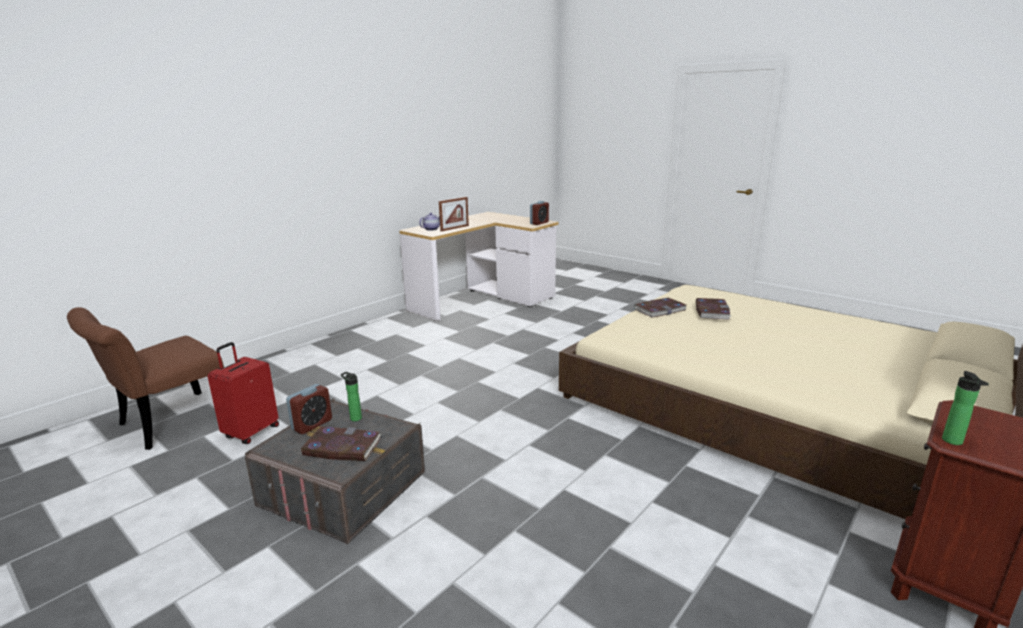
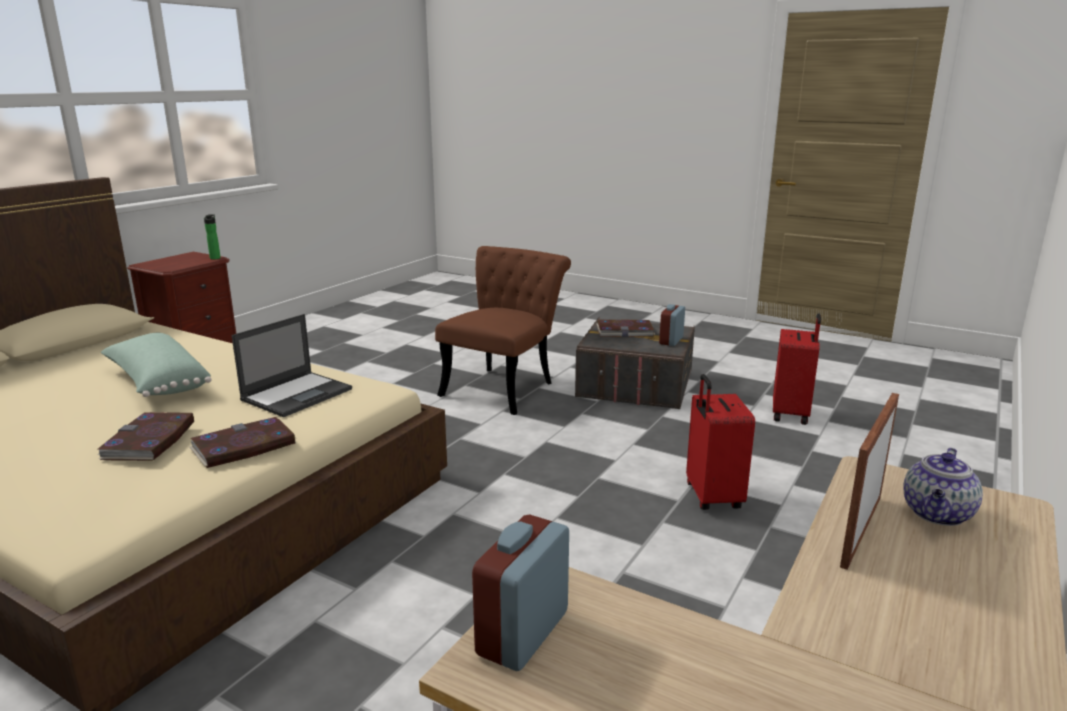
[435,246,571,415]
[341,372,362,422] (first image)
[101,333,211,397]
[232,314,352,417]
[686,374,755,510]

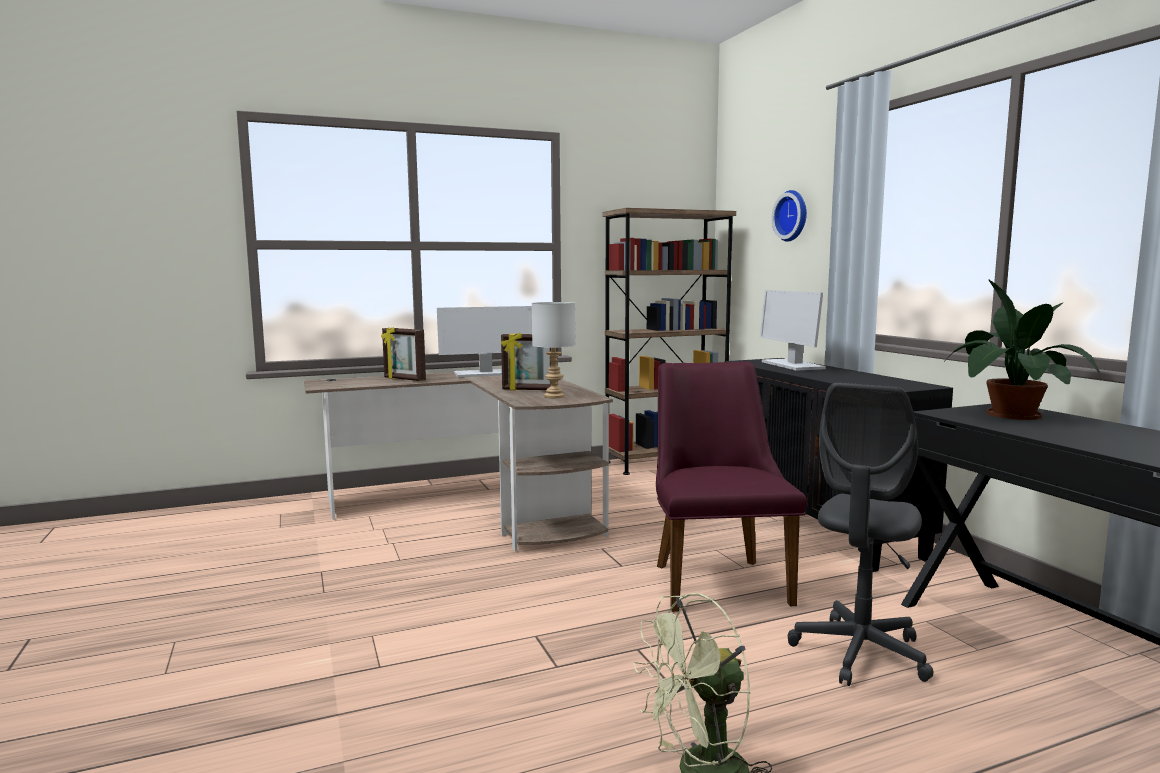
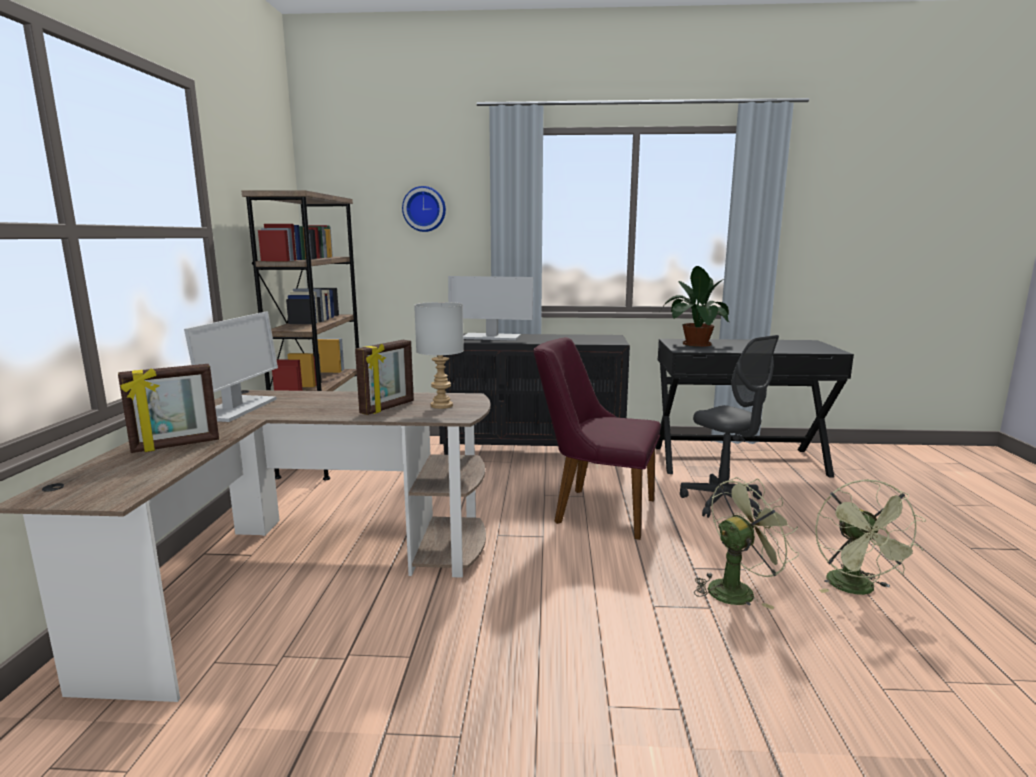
[694,477,799,609]

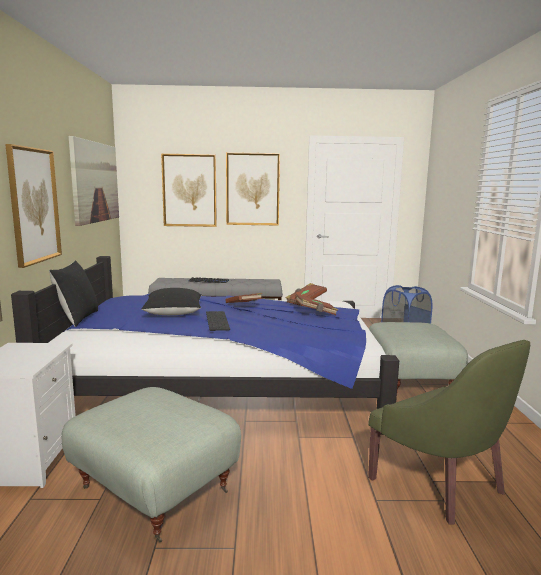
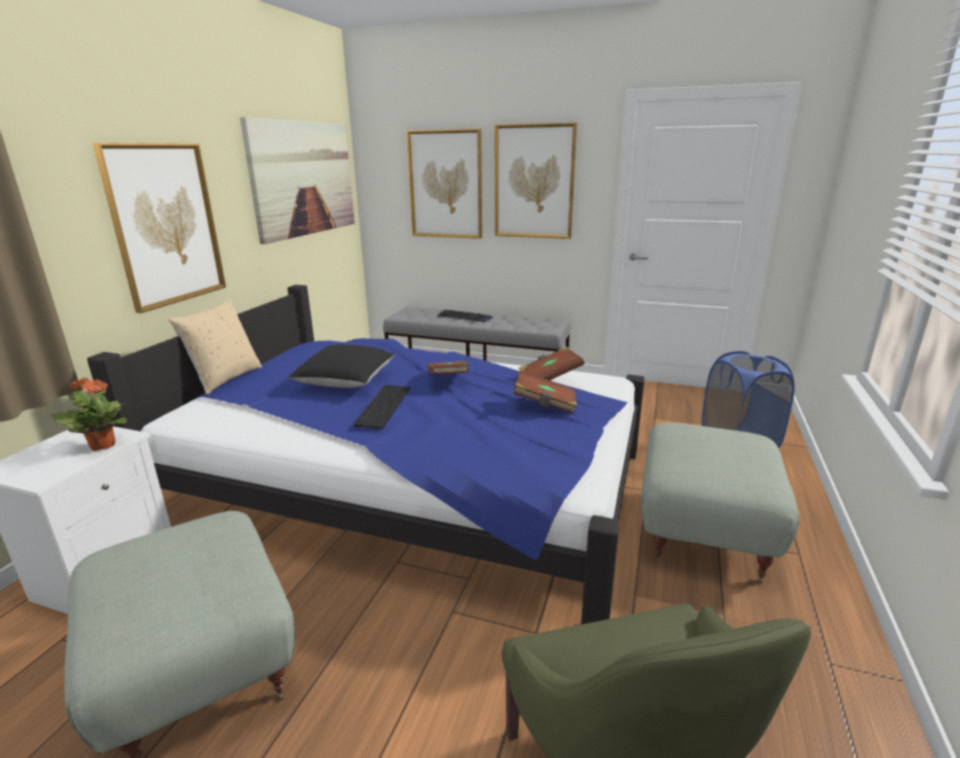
[168,299,262,394]
[50,377,127,451]

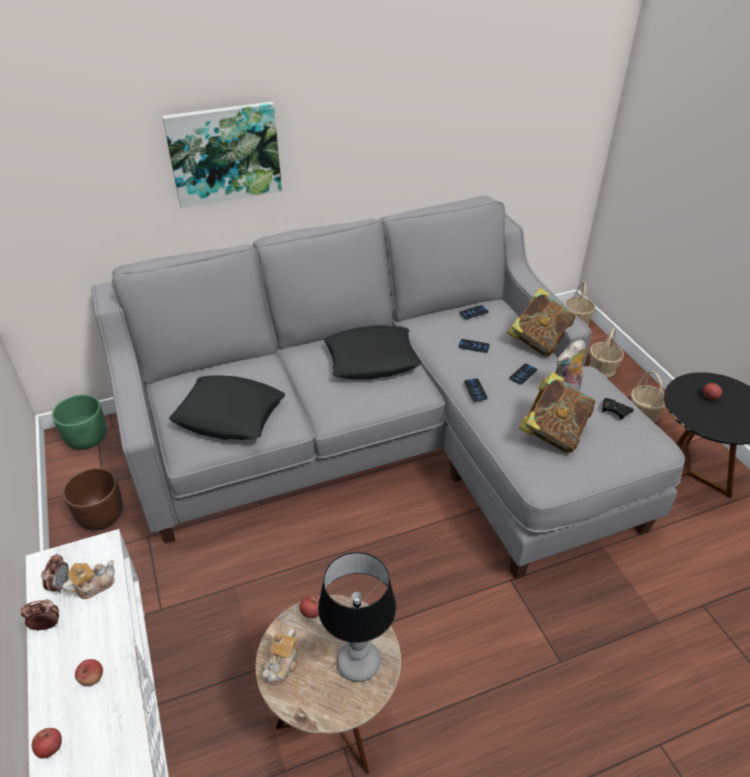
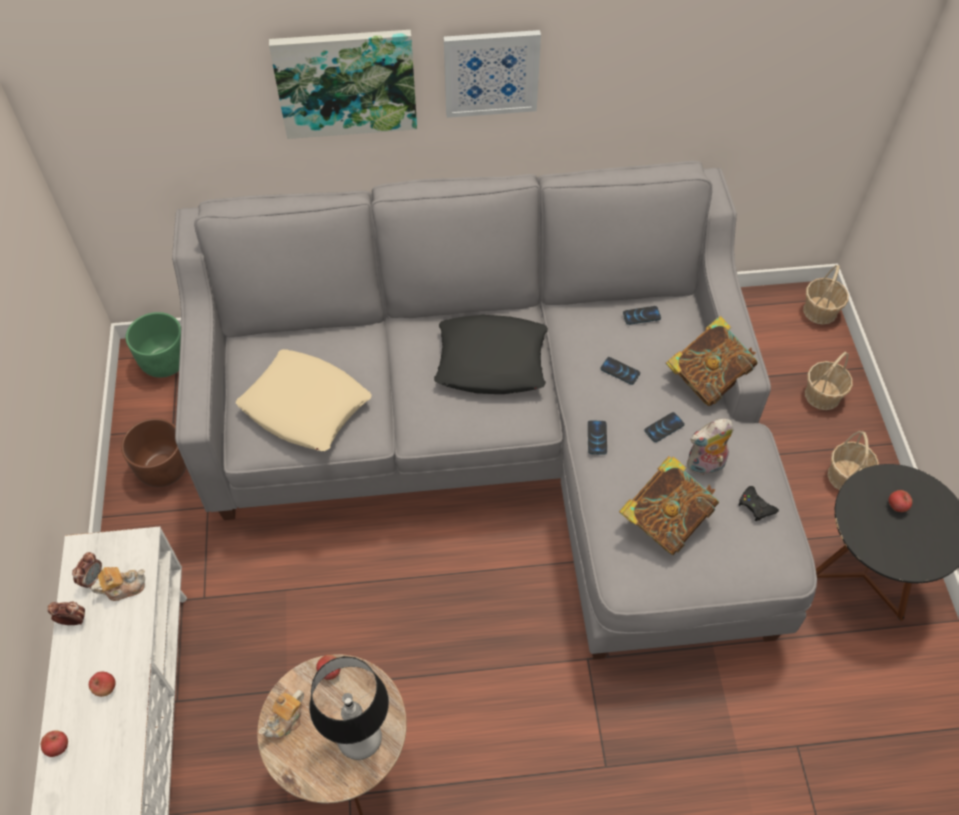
[236,349,372,451]
[444,30,541,118]

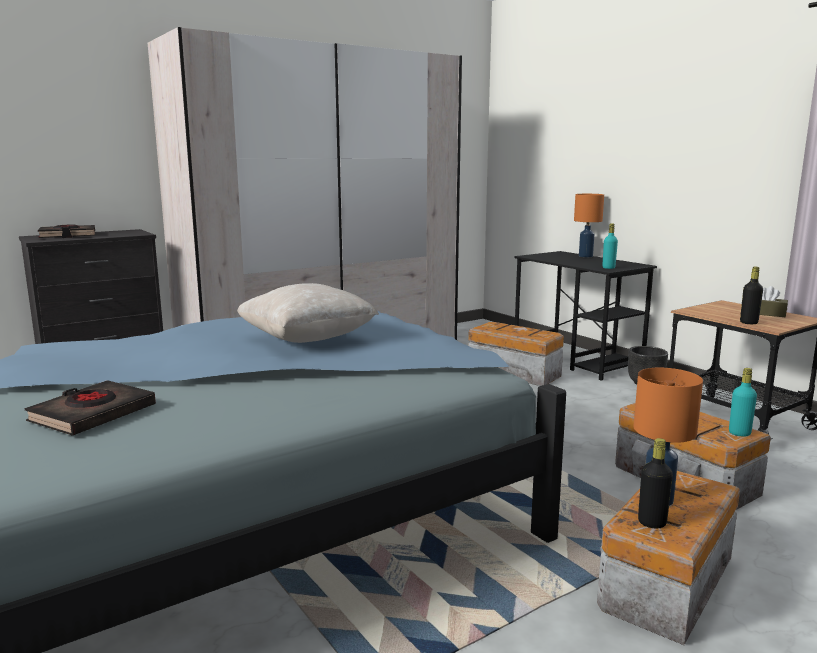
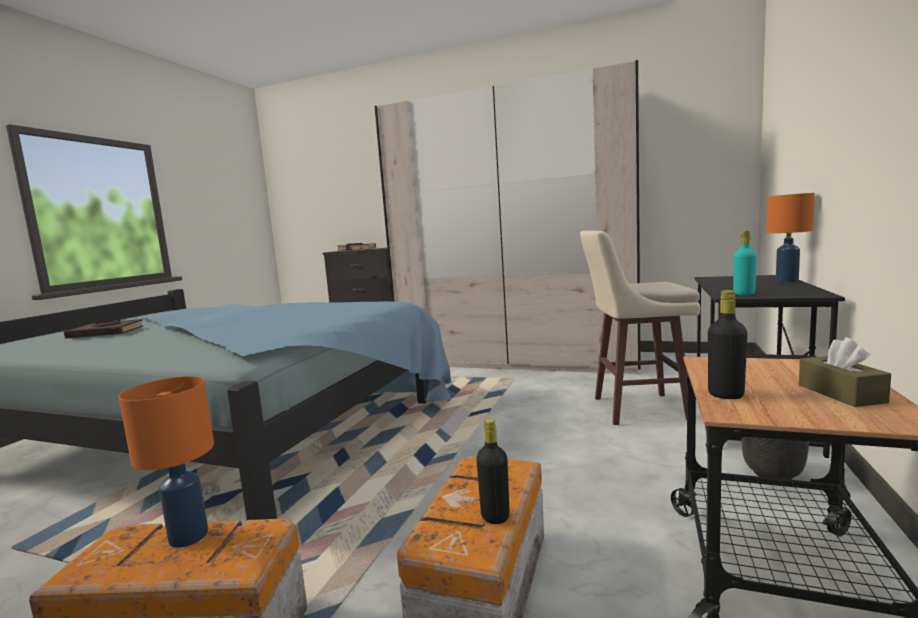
[237,283,379,343] (first image)
[580,230,700,425]
[476,419,510,524]
[729,368,757,437] (first image)

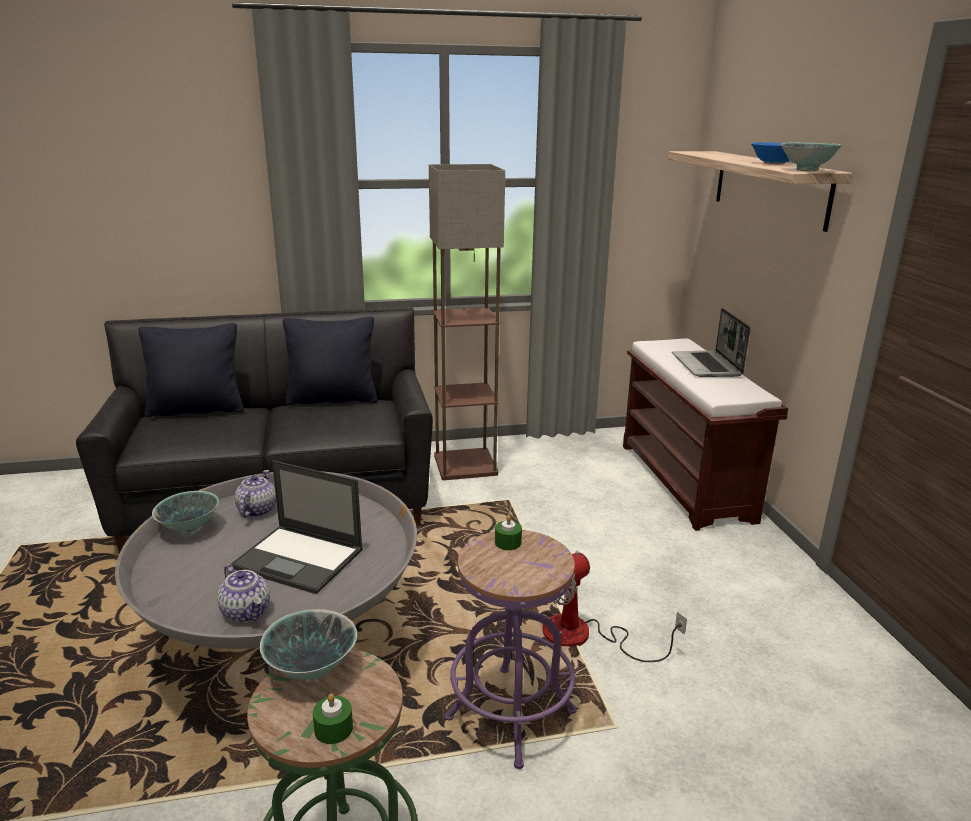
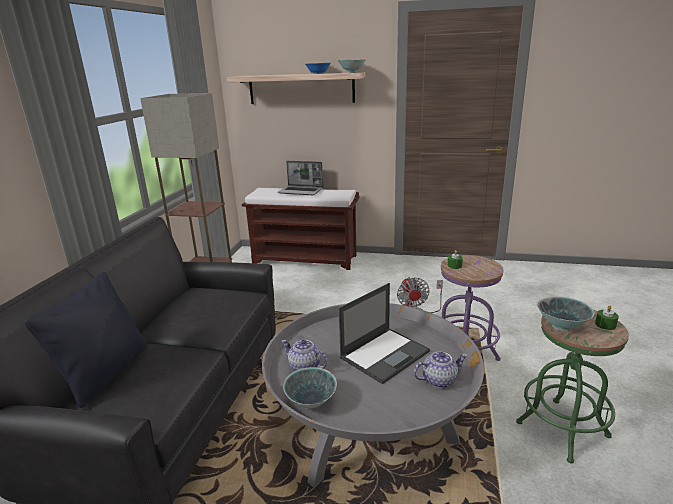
[283,316,377,405] (first image)

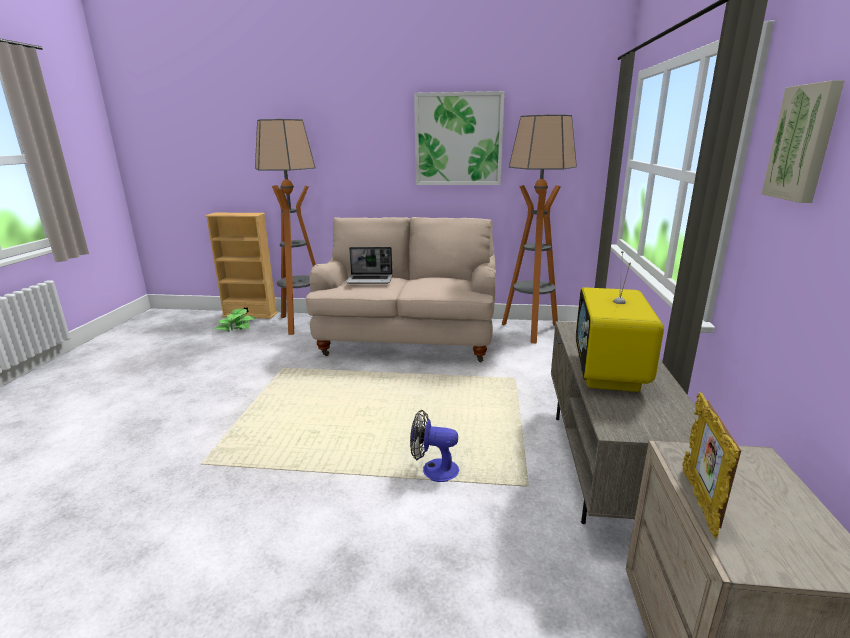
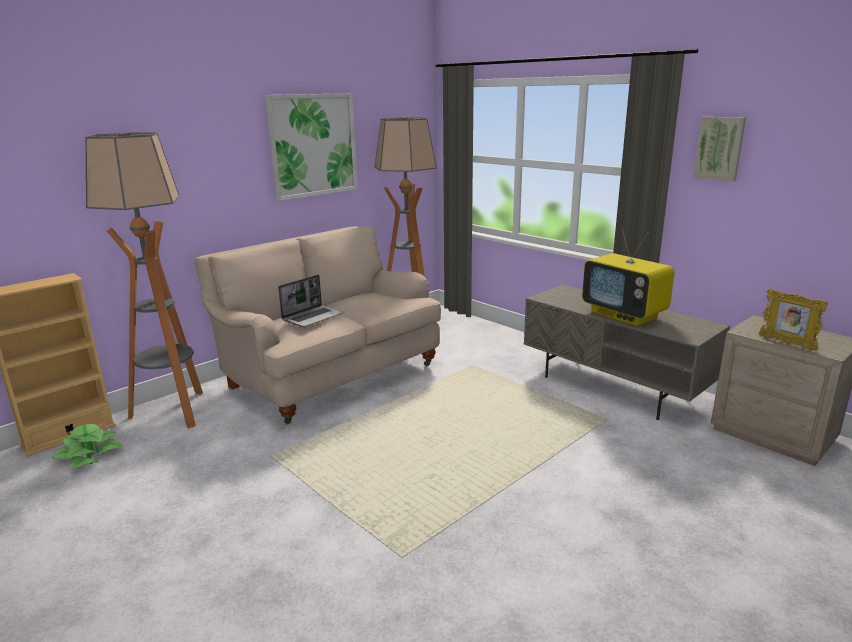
[410,410,459,482] (first image)

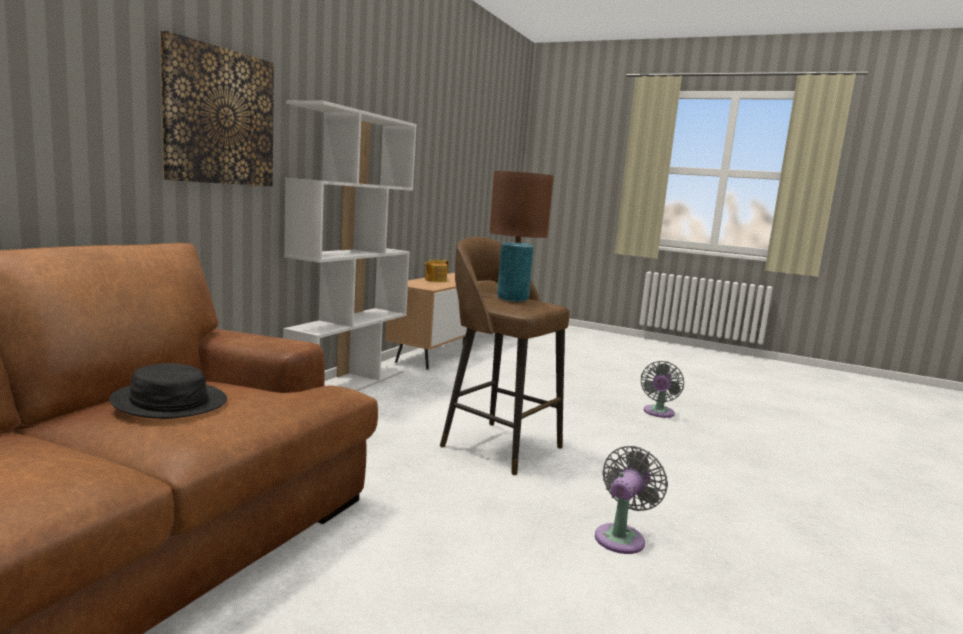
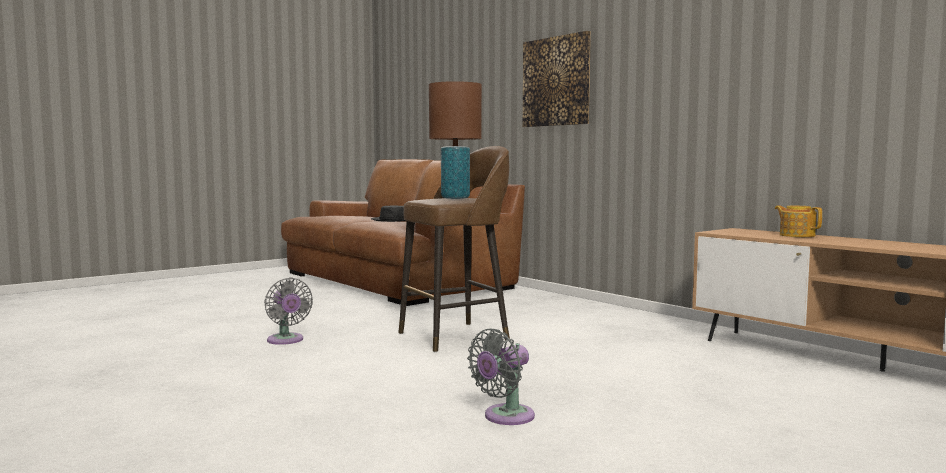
[283,100,417,391] (first image)
[467,329,535,425]

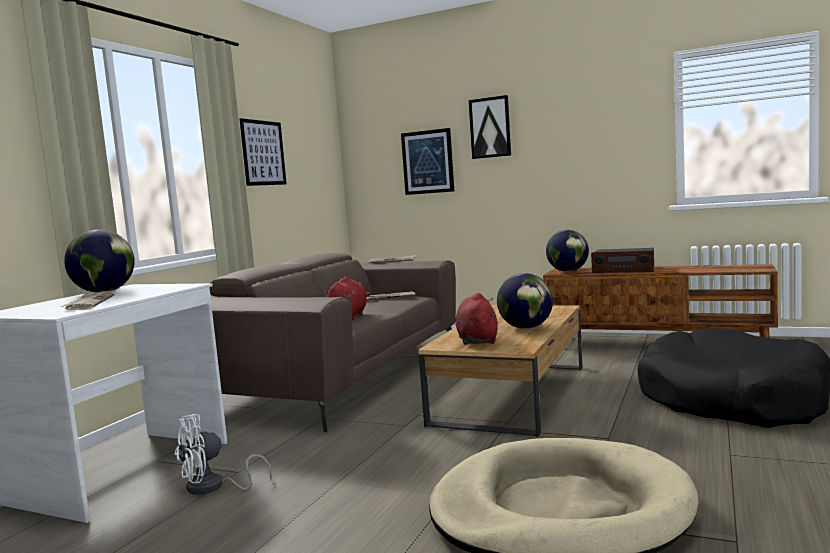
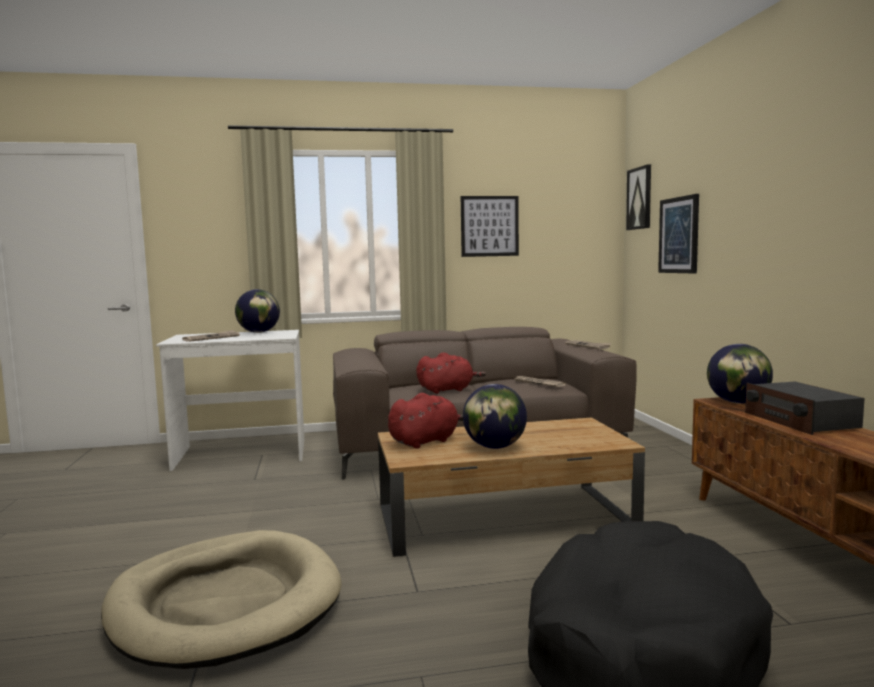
[175,414,272,495] (first image)
[626,164,651,230]

